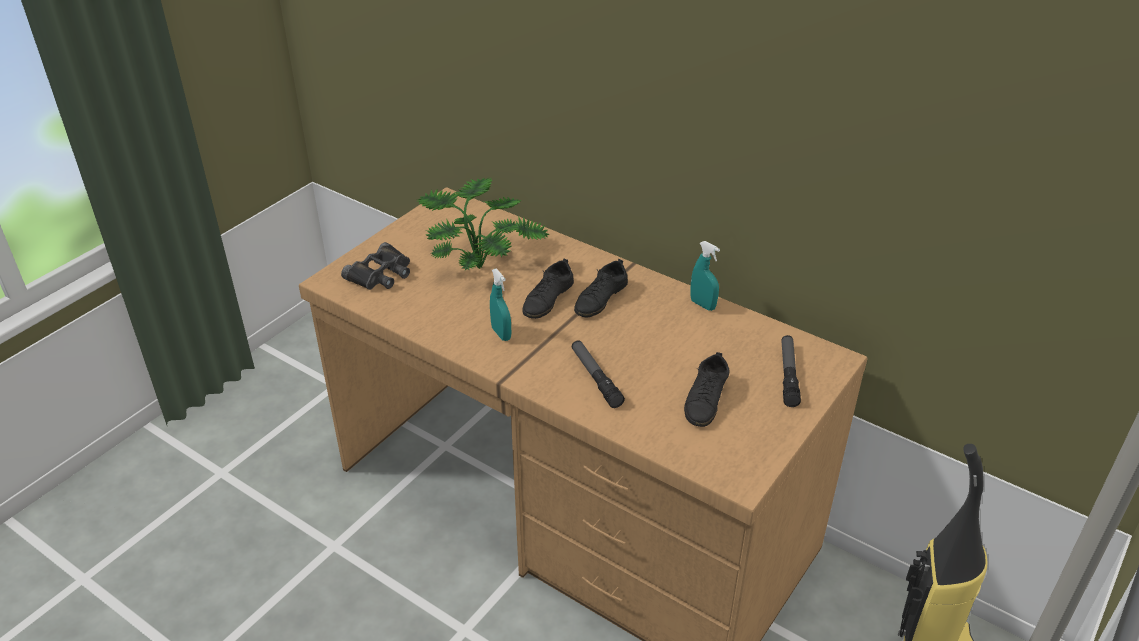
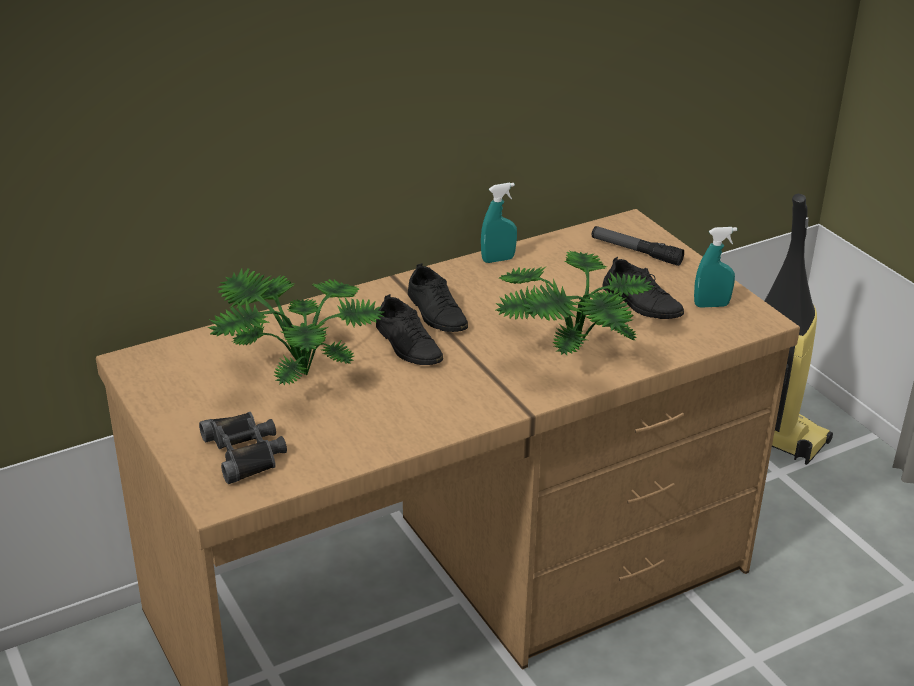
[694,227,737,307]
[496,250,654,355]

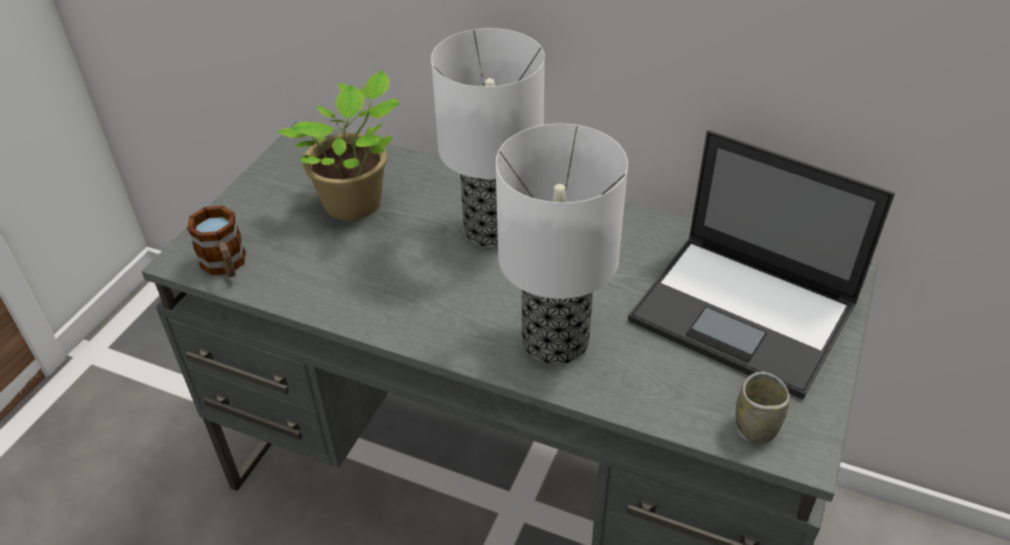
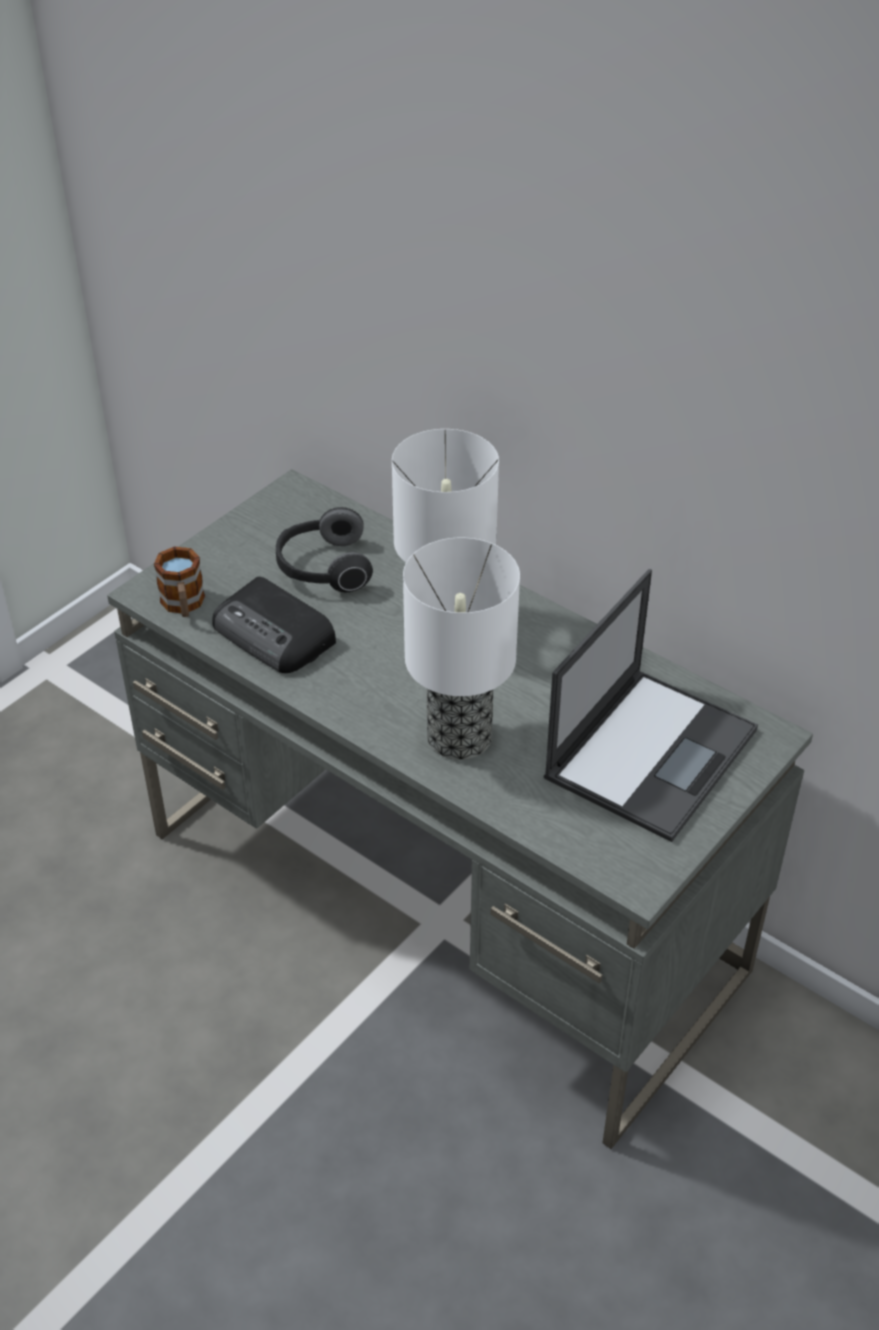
[276,507,373,592]
[543,569,758,842]
[736,372,790,443] (first image)
[212,577,336,673]

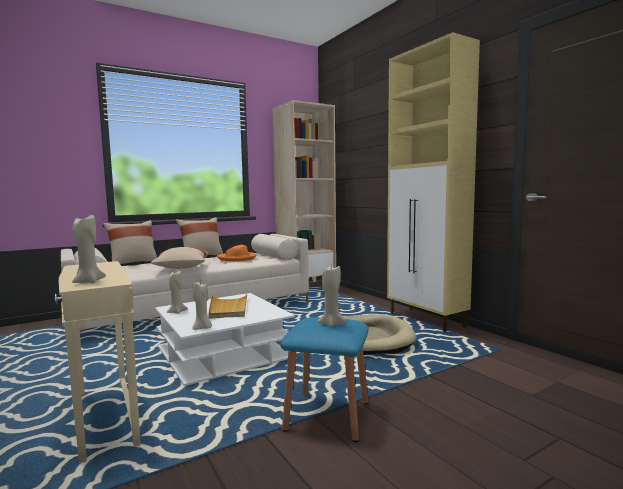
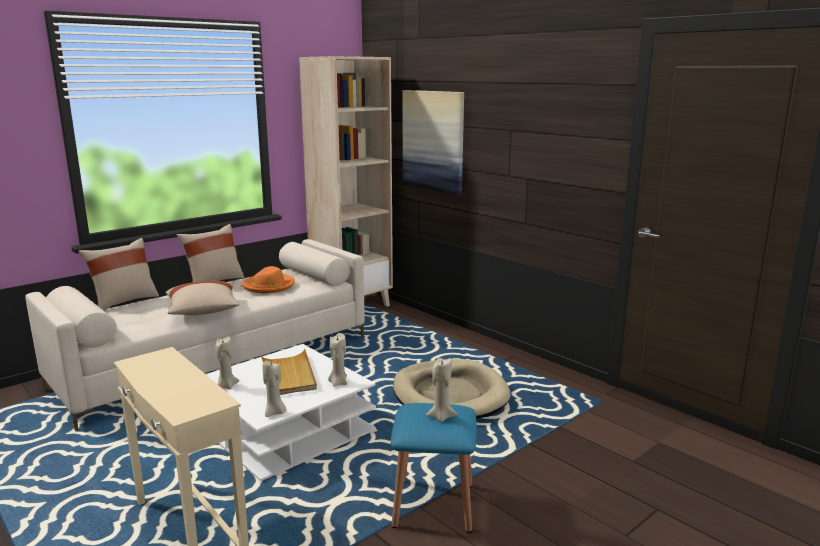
[328,333,347,387]
[387,32,480,332] (first image)
[403,90,464,195]

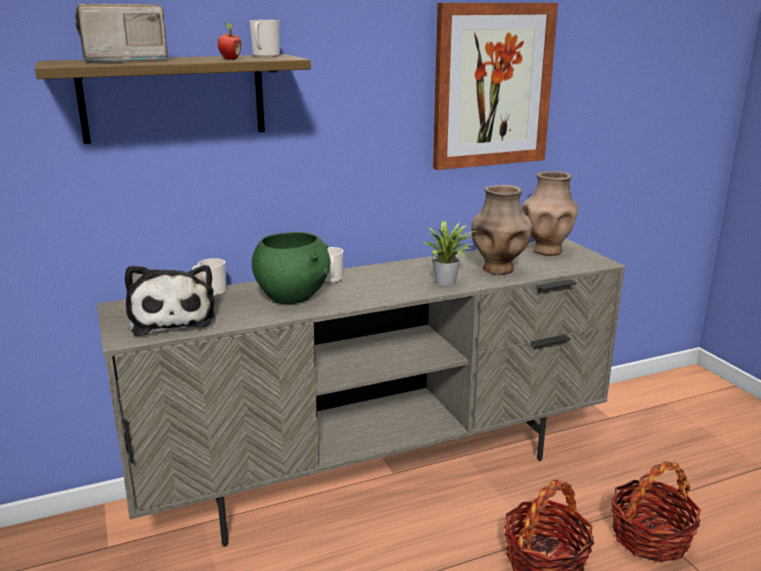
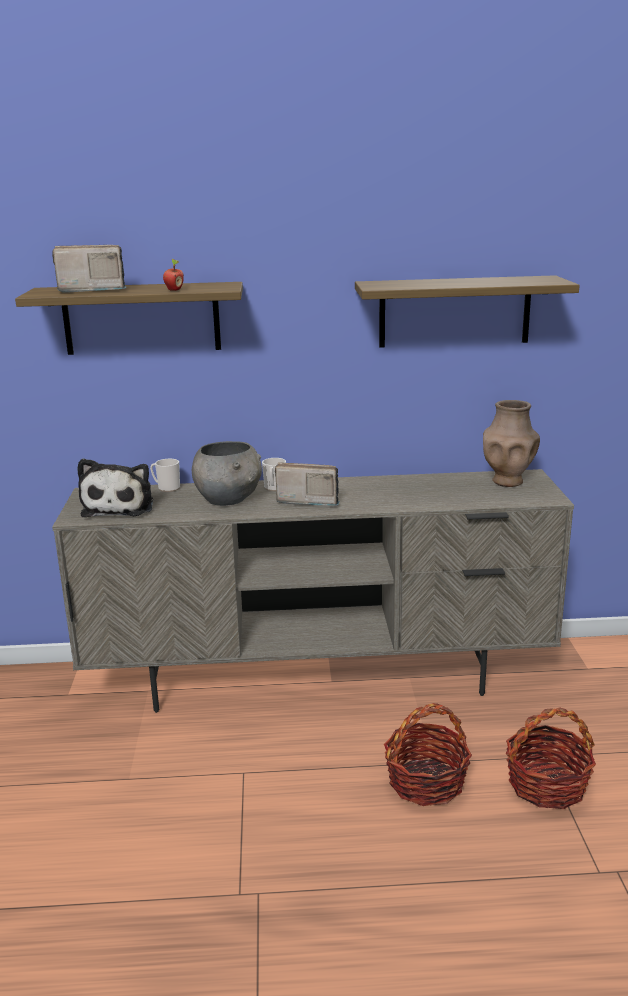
[249,20,280,57] (first image)
[192,441,262,506]
[424,221,477,286] (first image)
[355,275,580,348]
[471,185,532,275] (first image)
[275,462,340,506]

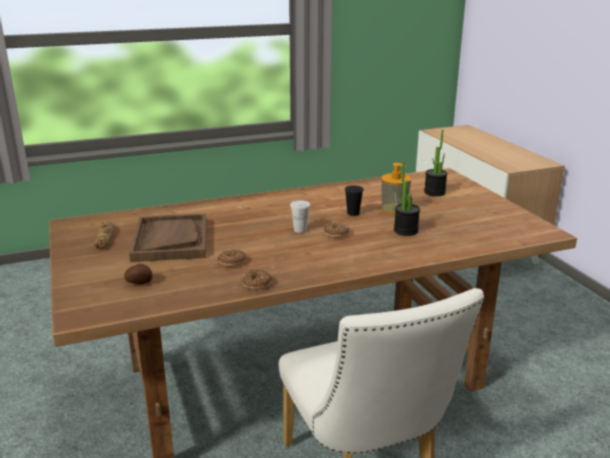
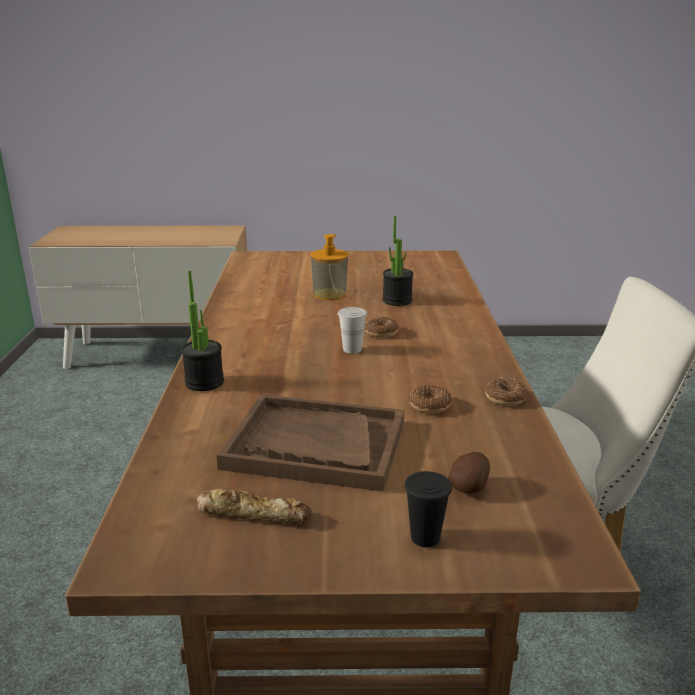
[404,471,452,547]
[181,270,224,391]

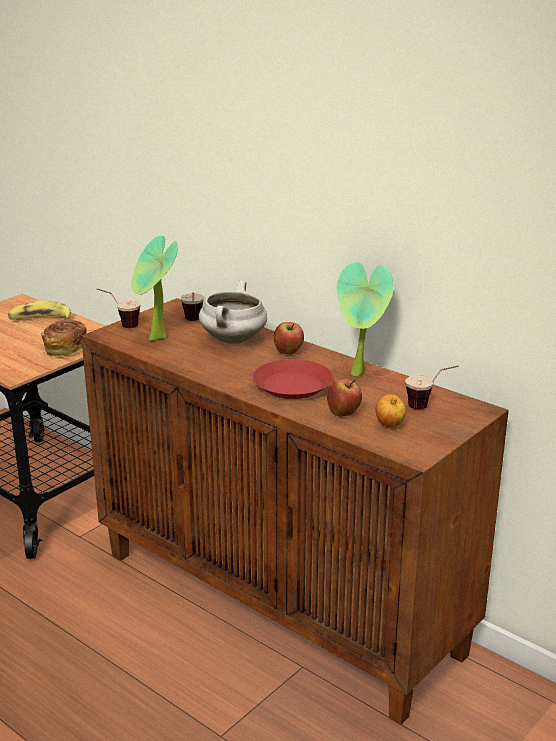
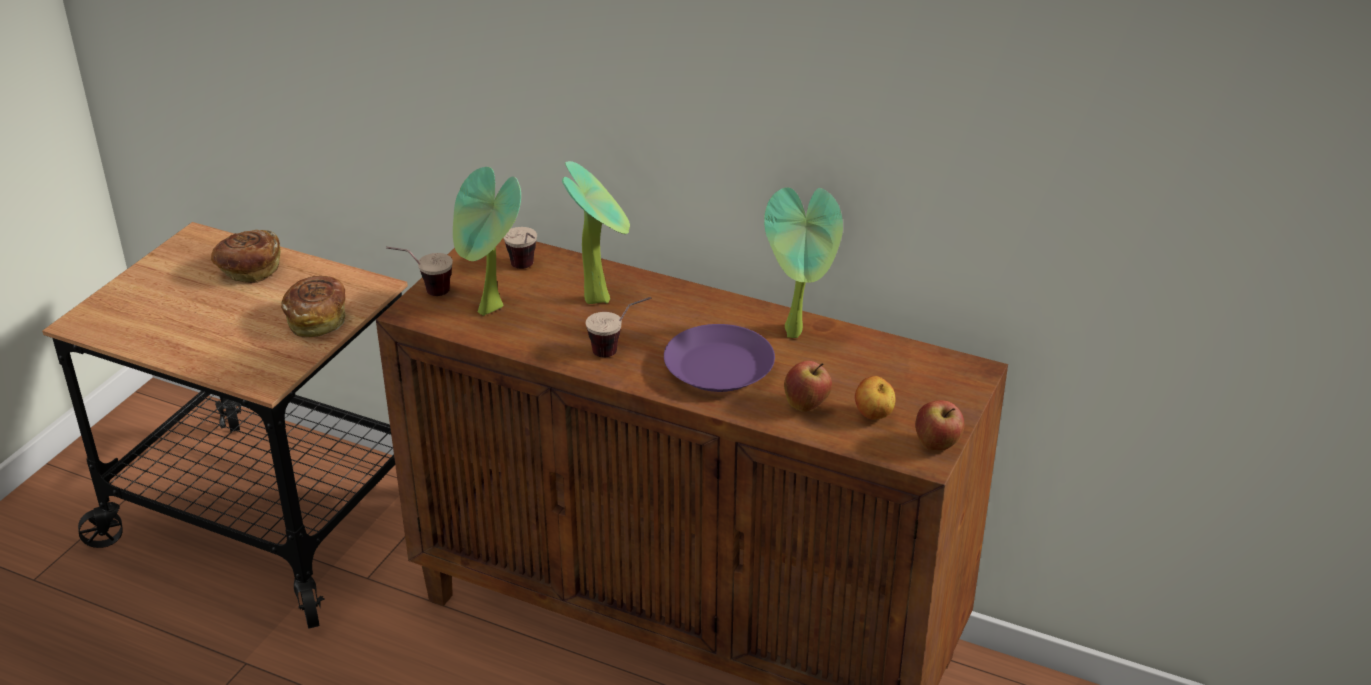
[211,230,281,283]
[562,161,630,304]
[664,324,775,392]
[915,400,964,451]
[586,297,652,357]

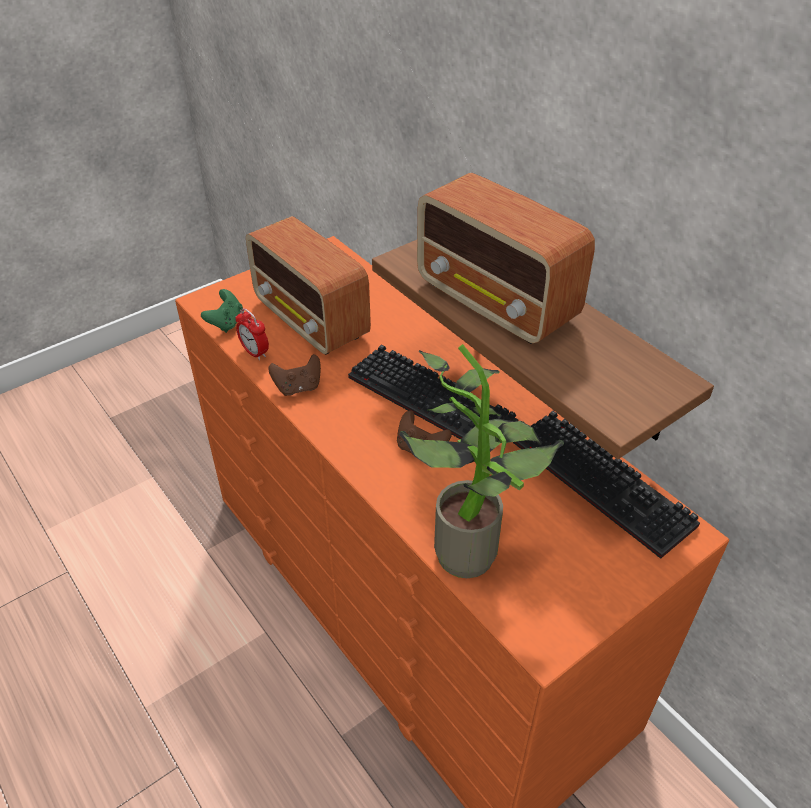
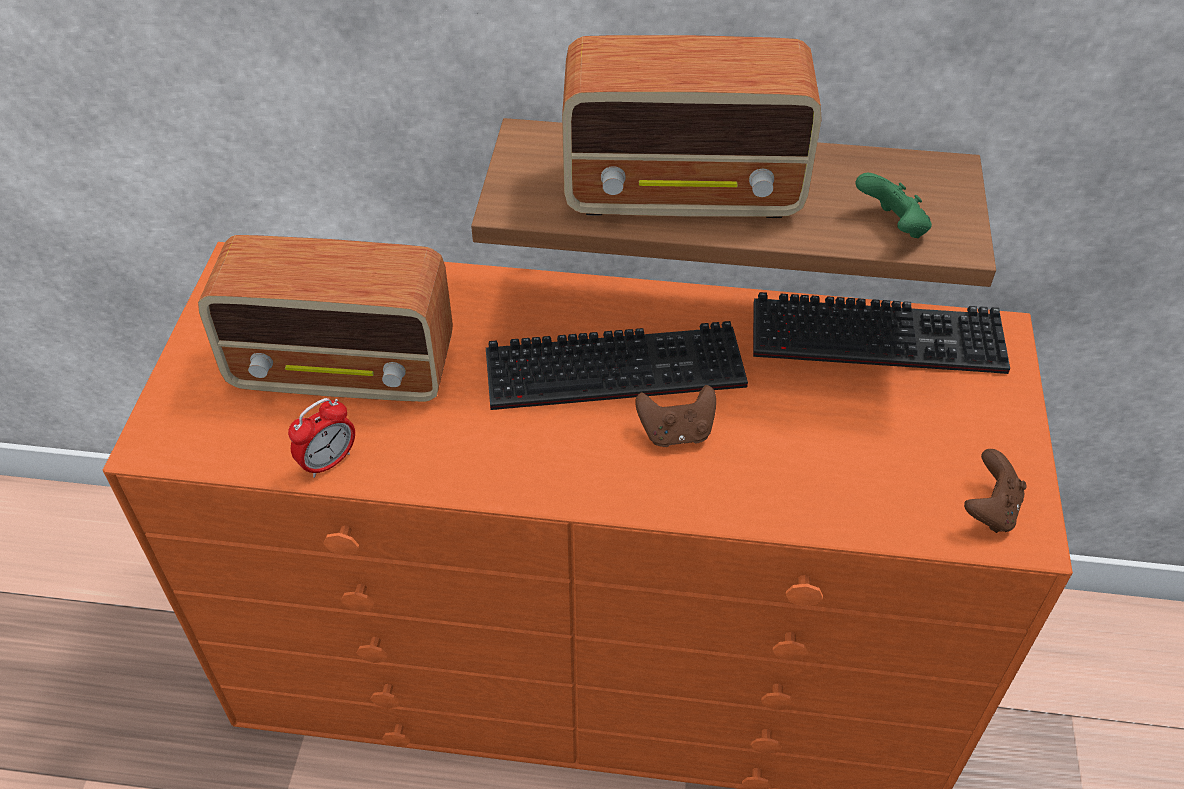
[856,173,932,238]
[288,398,355,478]
[964,449,1026,533]
[399,344,564,578] (first image)

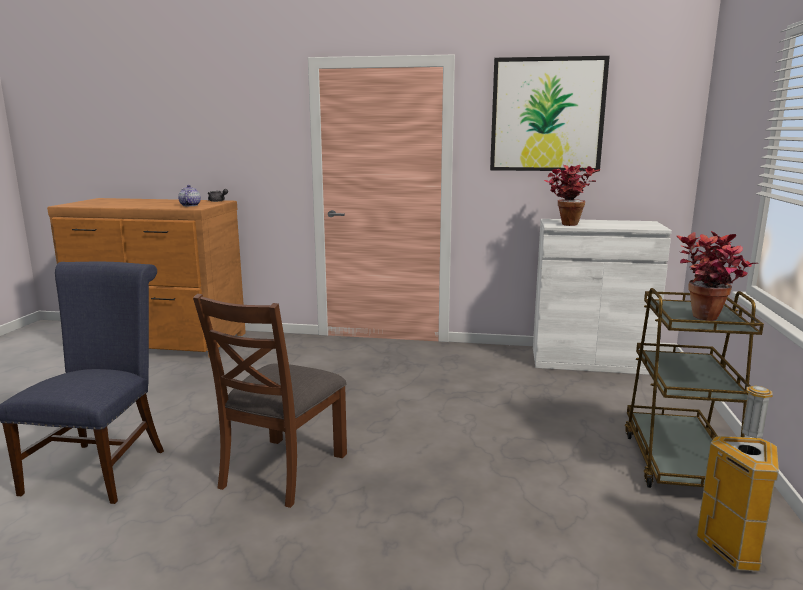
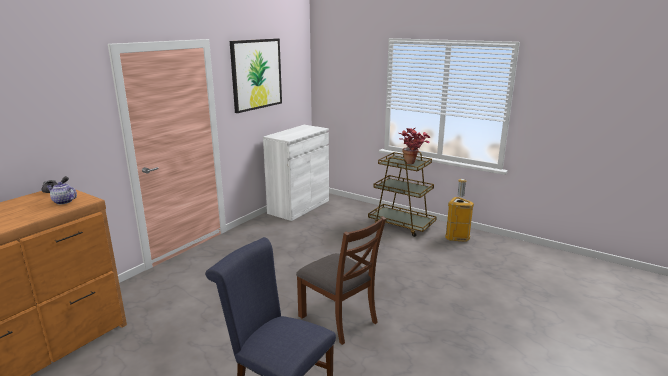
[544,165,600,226] (first image)

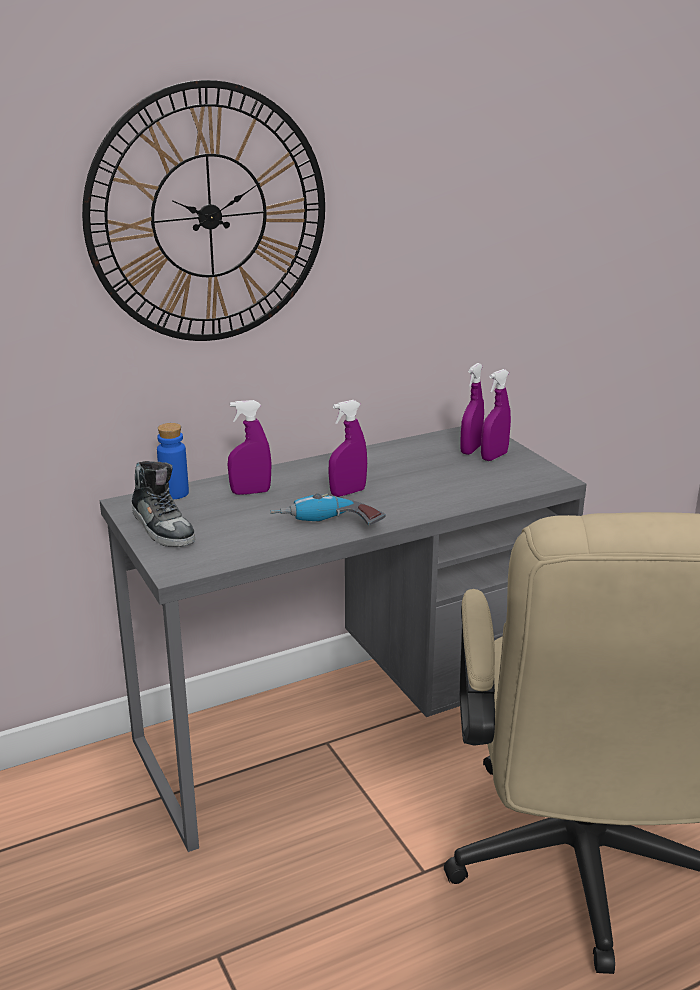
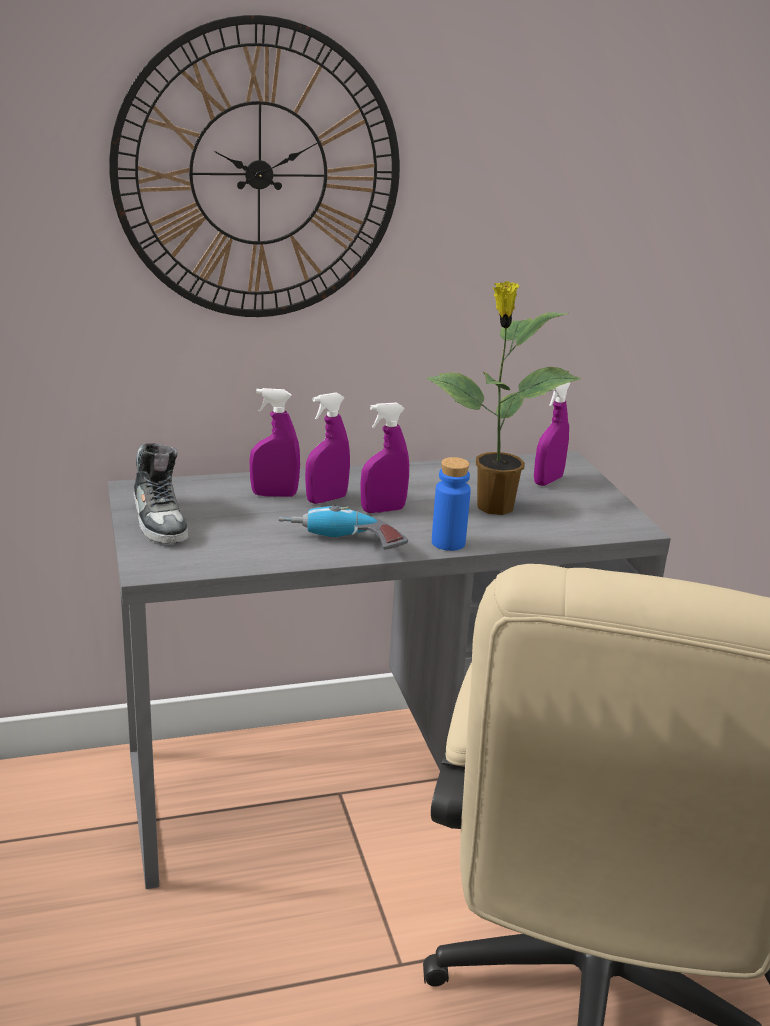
[432,457,471,551]
[305,392,350,504]
[427,281,581,515]

